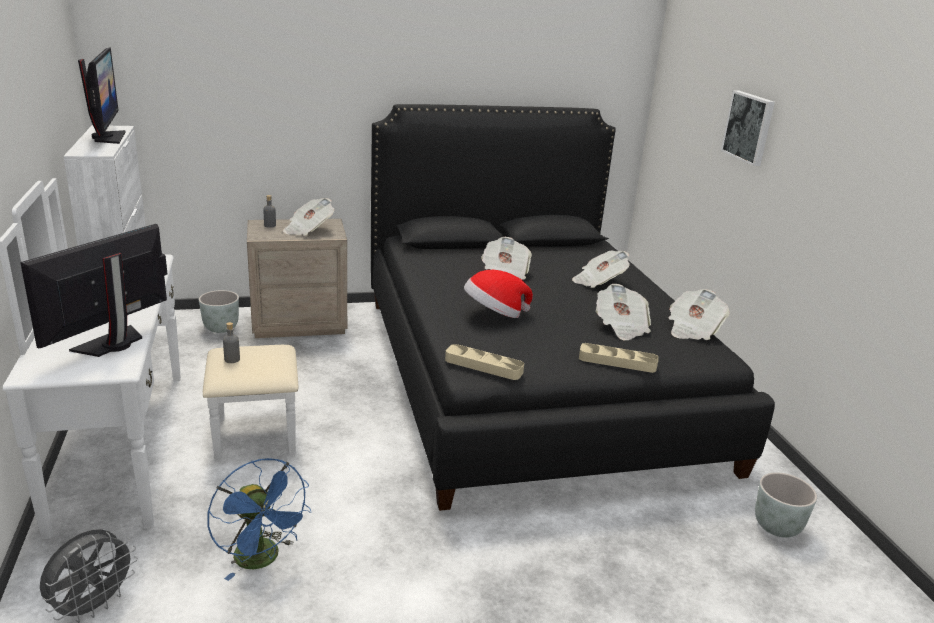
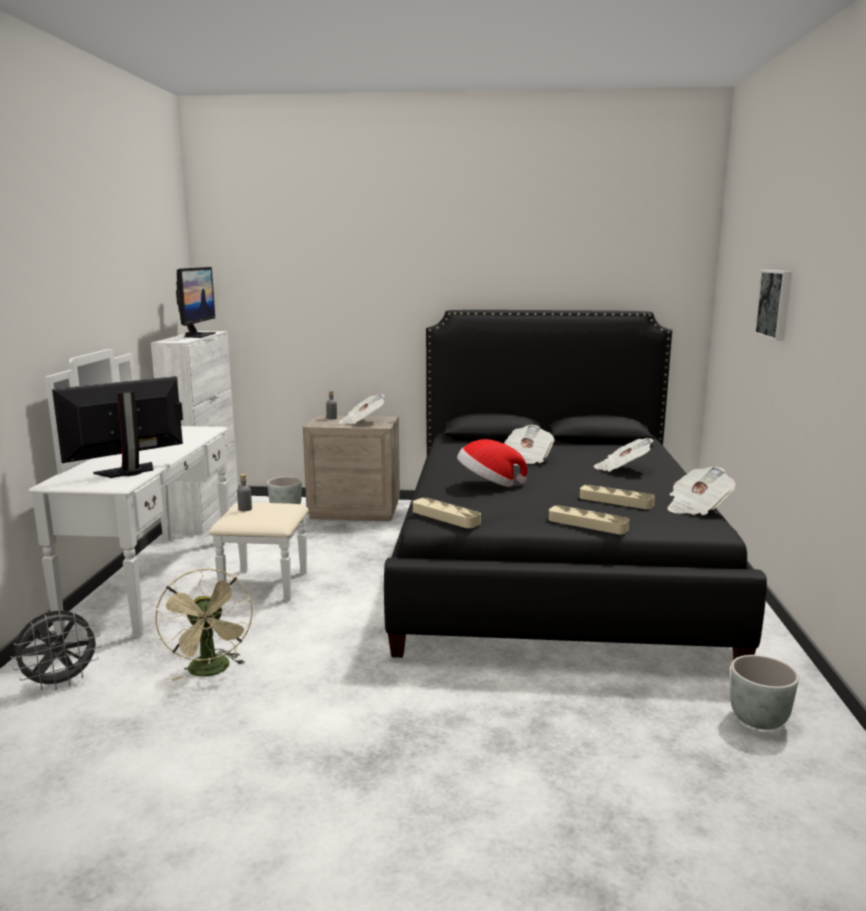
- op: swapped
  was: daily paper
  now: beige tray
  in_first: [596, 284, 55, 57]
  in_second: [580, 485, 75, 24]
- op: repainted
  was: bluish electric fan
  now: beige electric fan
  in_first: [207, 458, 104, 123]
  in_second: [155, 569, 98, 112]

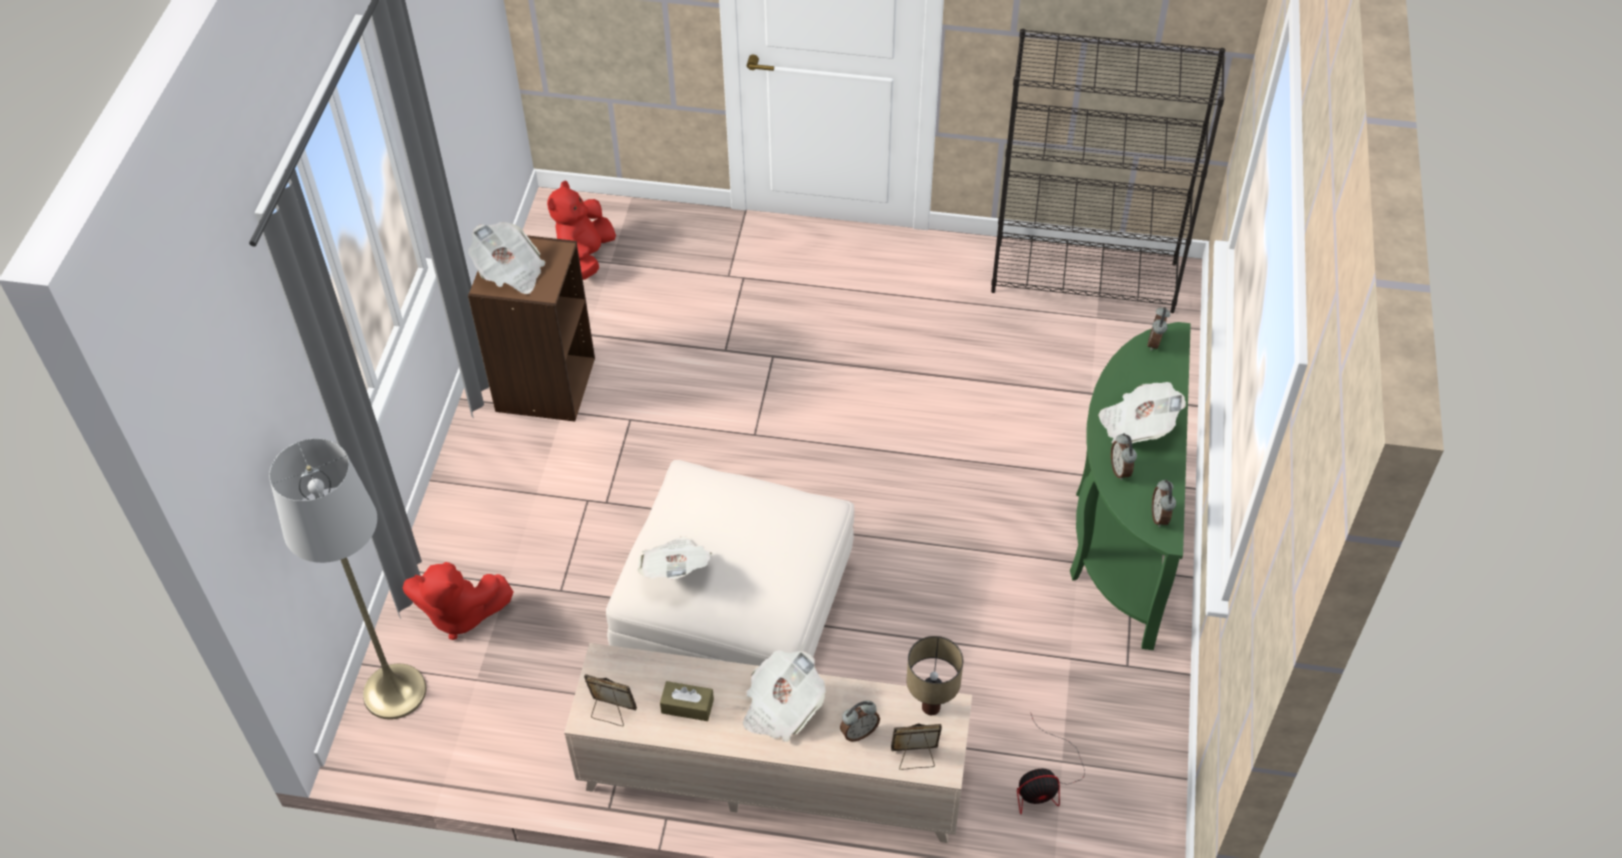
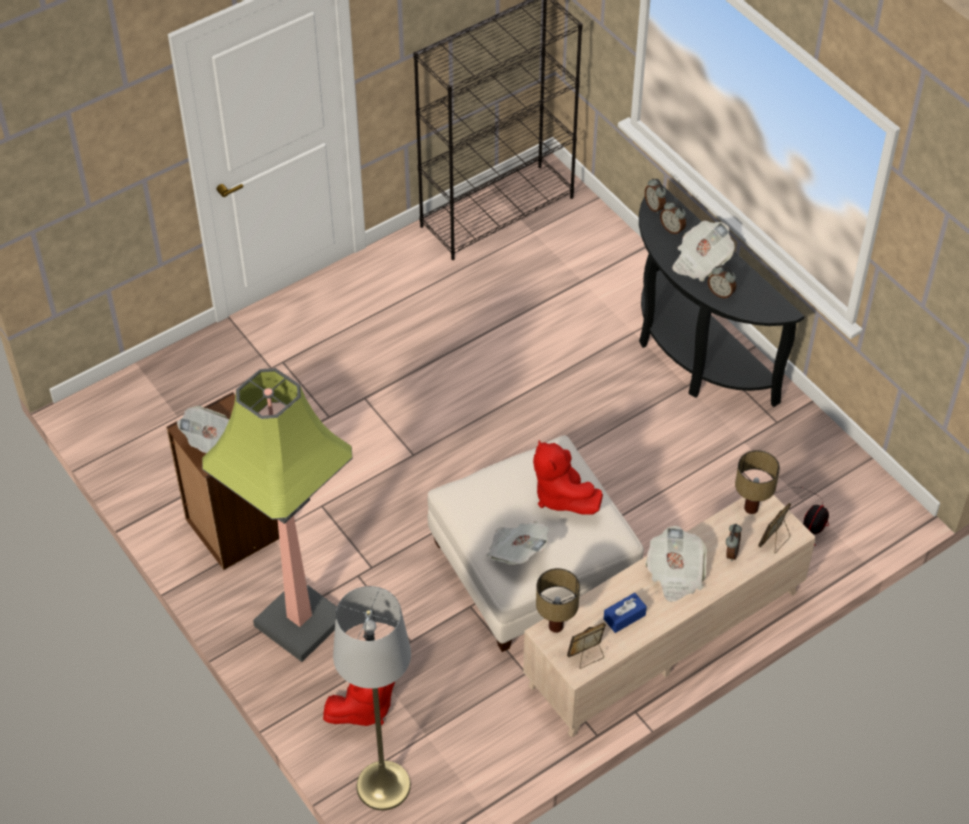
- op: shifted
  was: red soft toy
  in_first: [547, 180, 69, 100]
  in_second: [533, 440, 70, 75]
- op: repainted
  was: green-coloured hall table
  now: black hall table
  in_first: [1070, 322, 121, 328]
  in_second: [639, 184, 166, 223]
- op: shifted
  was: table clock
  in_first: [1152, 479, 24, 48]
  in_second: [660, 201, 26, 34]
- op: repainted
  was: brownish tissue holder
  now: bluish tissue holder
  in_first: [660, 681, 54, 40]
  in_second: [604, 593, 43, 40]
- op: new
  now: standard lamp
  in_second: [202, 368, 151, 294]
- op: new
  now: table lamp
  in_second: [536, 568, 44, 65]

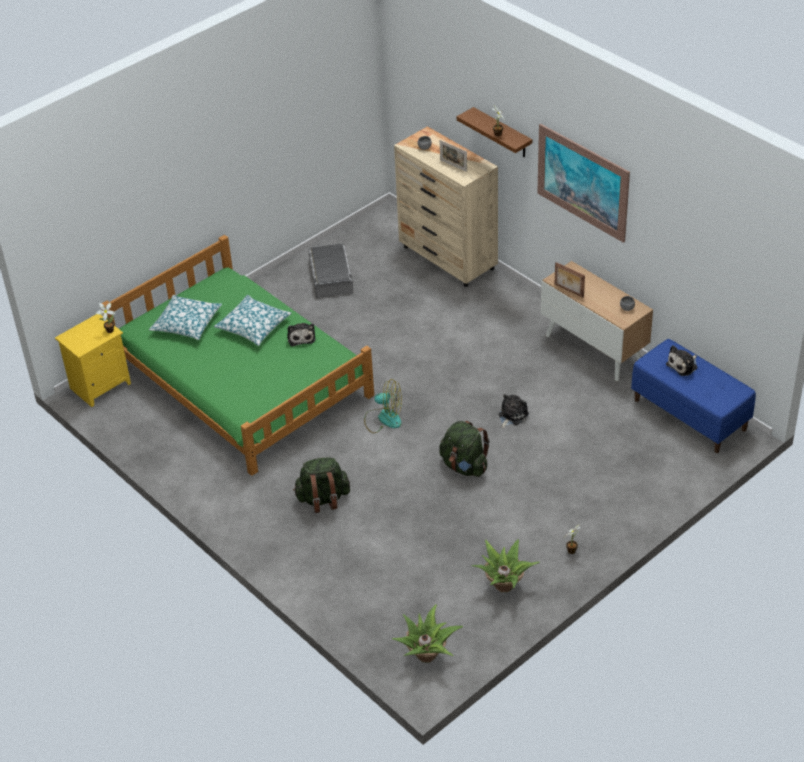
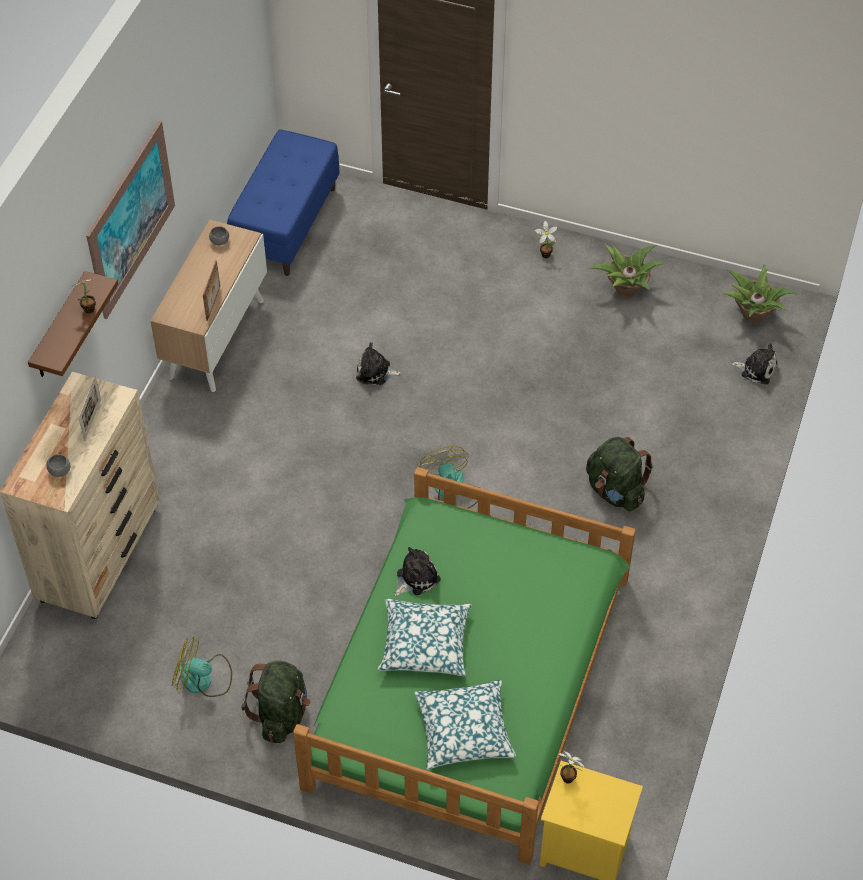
- op: swapped
  was: grey storage bin
  now: electric fan
  in_first: [308, 244, 45, 54]
  in_second: [172, 636, 60, 61]
- op: shifted
  was: soft toy
  in_first: [666, 345, 31, 31]
  in_second: [731, 343, 46, 41]
- op: shifted
  was: green-coloured backpack
  in_first: [439, 421, 51, 56]
  in_second: [242, 661, 69, 82]

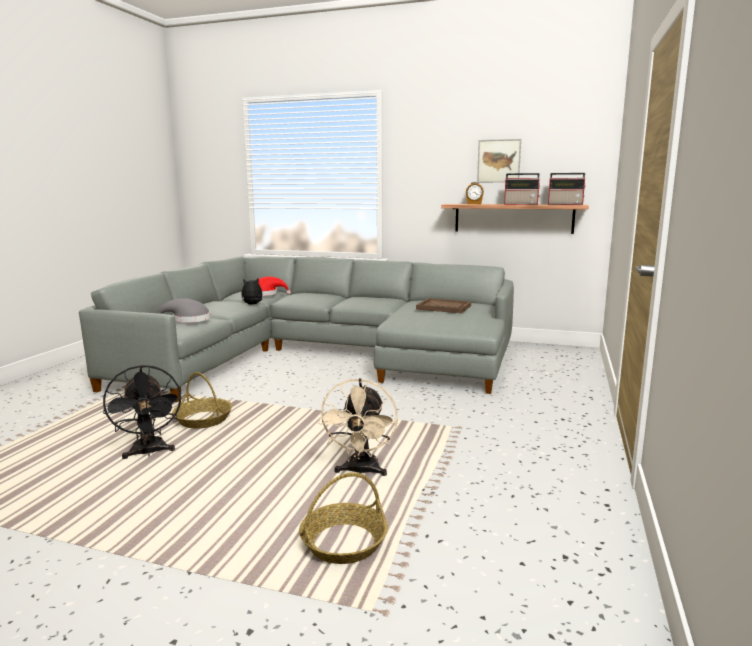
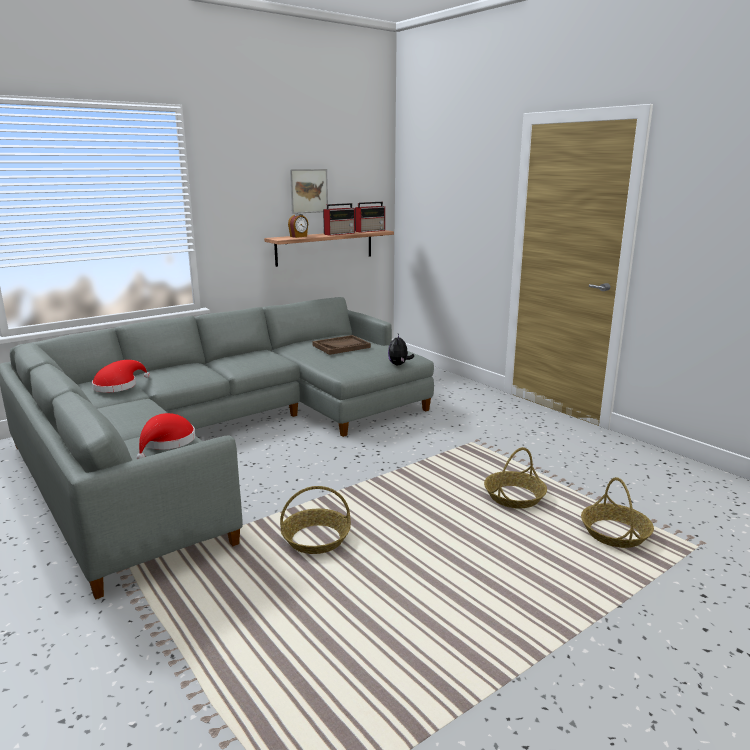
- op: shifted
  was: soft toy
  in_first: [241, 278, 21, 27]
  in_second: [388, 334, 26, 31]
- op: repainted
  was: grey clothing hat
  now: red clothing hat
  in_first: [157, 298, 53, 25]
  in_second: [136, 413, 59, 46]
- op: gone
  was: black electric fan
  in_first: [103, 365, 78, 94]
- op: swapped
  was: beige electric fan
  now: basket
  in_first: [318, 378, 80, 98]
  in_second: [484, 447, 63, 61]

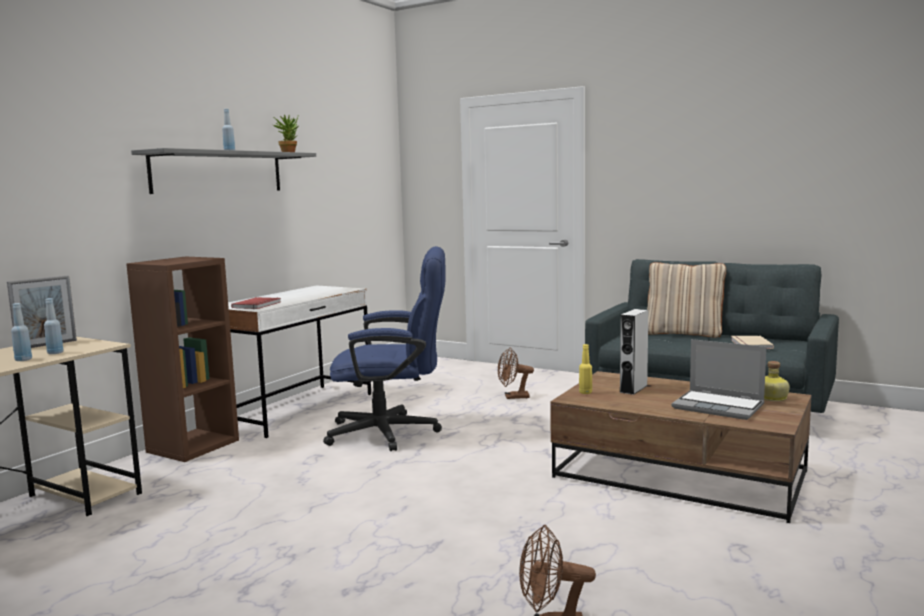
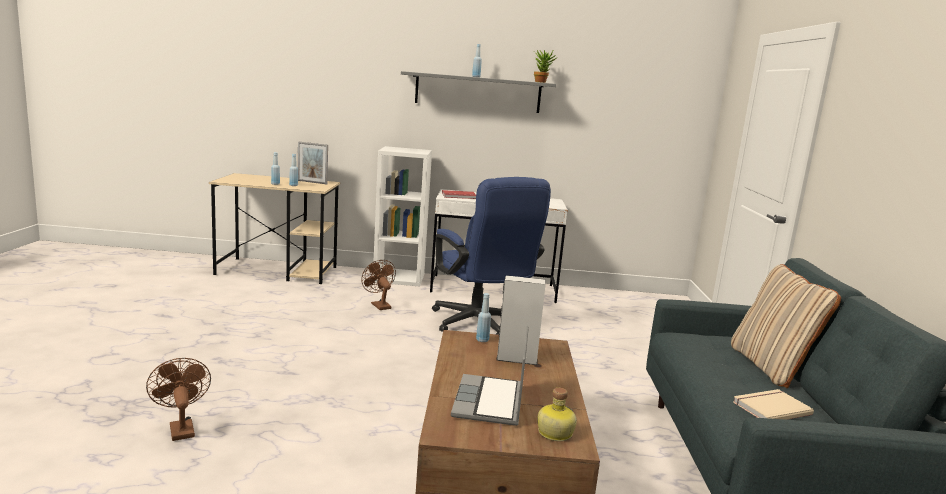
- op: repainted
  was: brownish bookcase
  now: whitish bookcase
  in_first: [126, 257, 113, 205]
  in_second: [373, 146, 59, 141]
- op: repainted
  was: yellow-coloured drink bottle
  now: bluish drink bottle
  in_first: [579, 344, 13, 50]
  in_second: [476, 293, 15, 49]
- op: shifted
  was: brownish electric fan
  in_first: [498, 347, 36, 52]
  in_second: [361, 260, 35, 50]

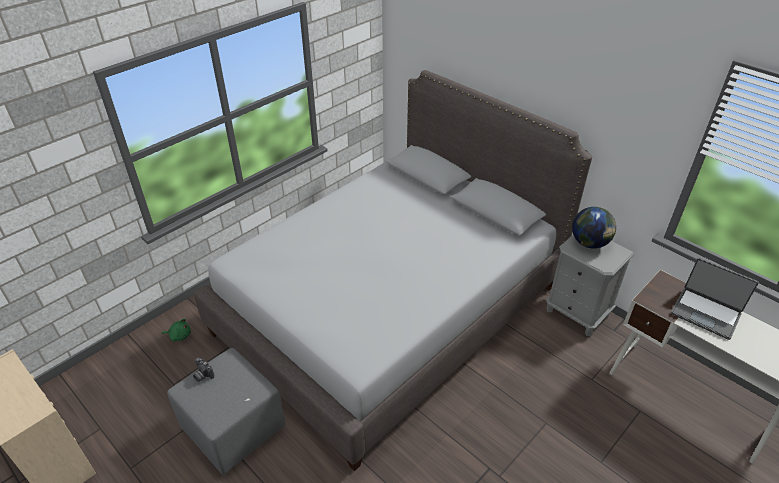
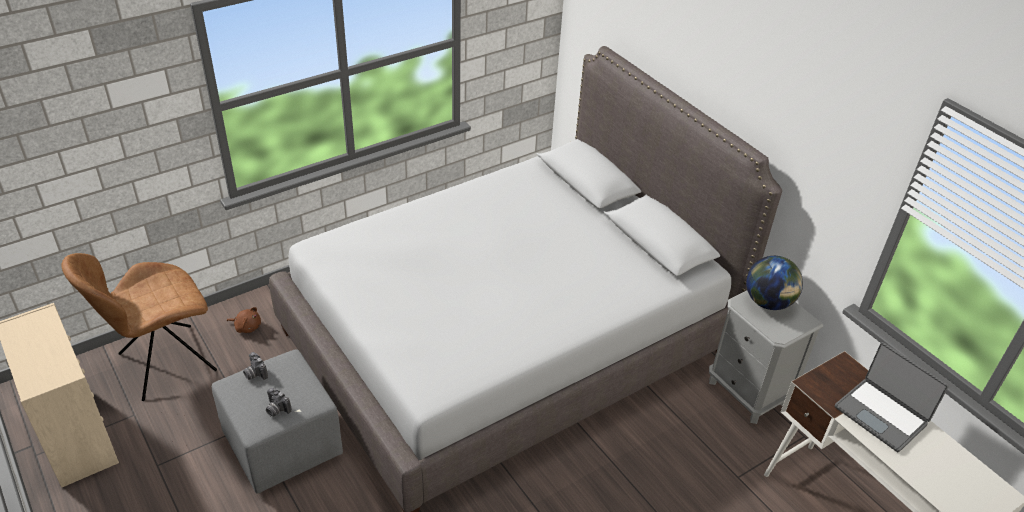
- op: repainted
  was: green-coloured soft toy
  now: brownish soft toy
  in_first: [162, 319, 29, 23]
  in_second: [227, 307, 34, 26]
- op: new
  now: brownish chair
  in_second: [61, 253, 156, 148]
- op: new
  now: still camera
  in_second: [266, 388, 26, 29]

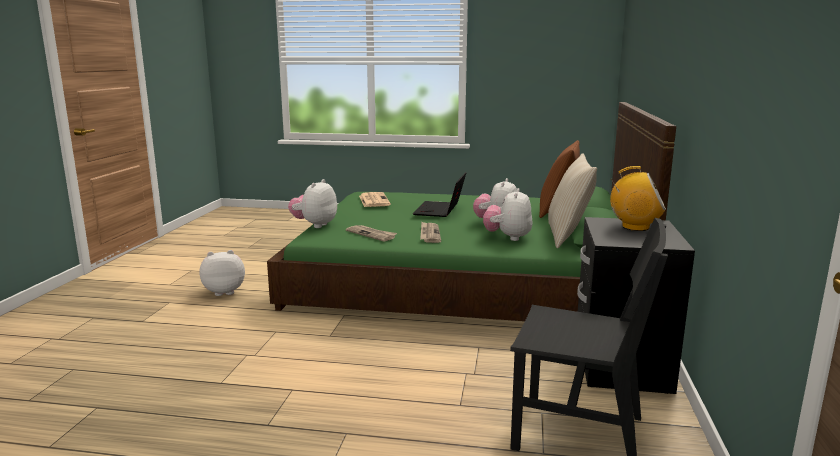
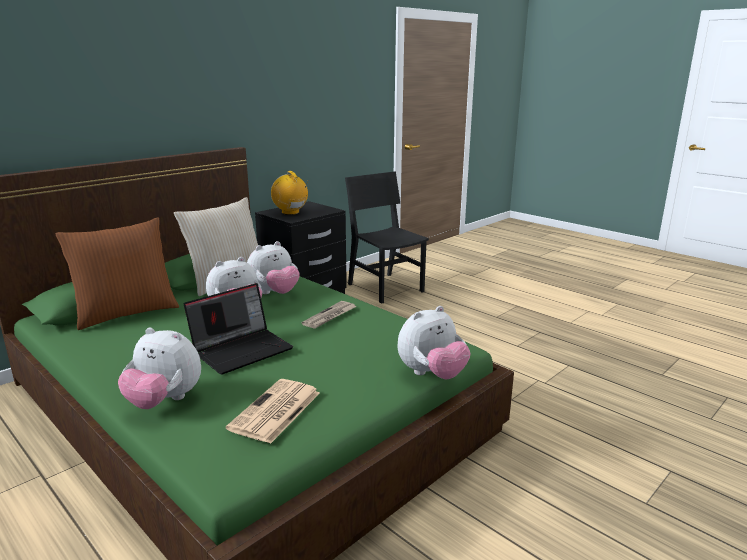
- op: gone
  was: daily paper
  in_first: [346, 225, 51, 17]
- op: shifted
  was: soft toy
  in_first: [199, 250, 46, 46]
  in_second: [118, 328, 83, 81]

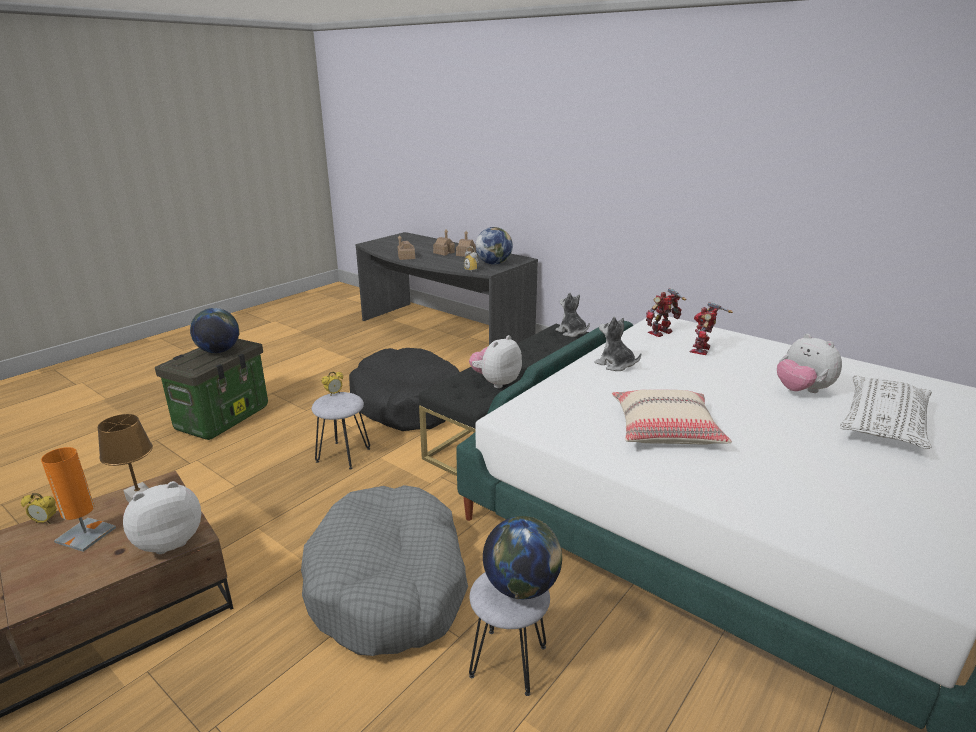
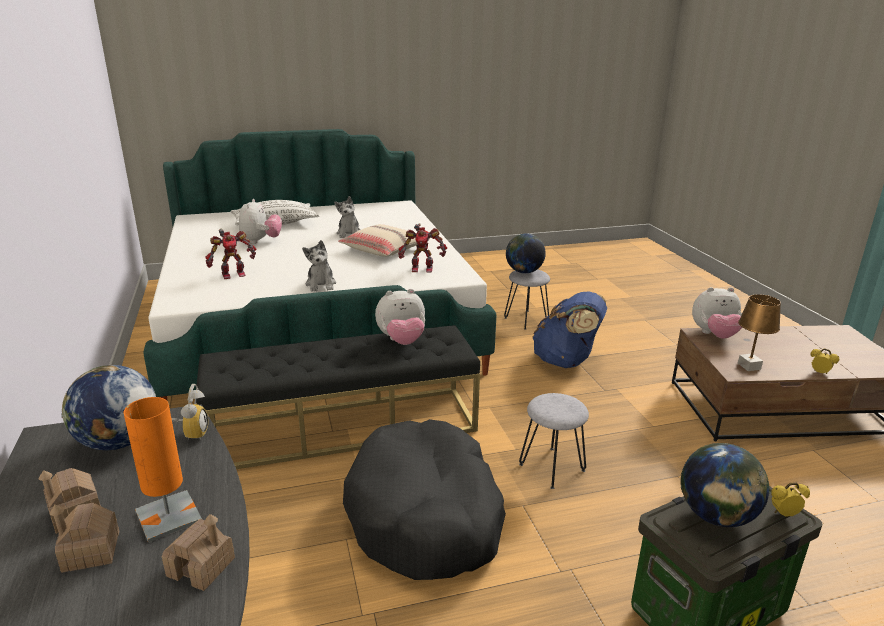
- op: shifted
  was: robot figure
  in_first: [646, 288, 40, 49]
  in_second: [398, 223, 49, 49]
- op: shifted
  was: soft toy
  in_first: [555, 292, 35, 45]
  in_second: [334, 196, 26, 42]
- op: shifted
  was: table clock
  in_first: [321, 371, 22, 25]
  in_second: [771, 483, 39, 34]
- op: shifted
  was: orangey table lamp
  in_first: [41, 447, 75, 105]
  in_second: [123, 397, 79, 145]
- op: swapped
  was: grey dog bed
  now: bluish backpack
  in_first: [301, 485, 167, 171]
  in_second: [532, 292, 75, 76]

